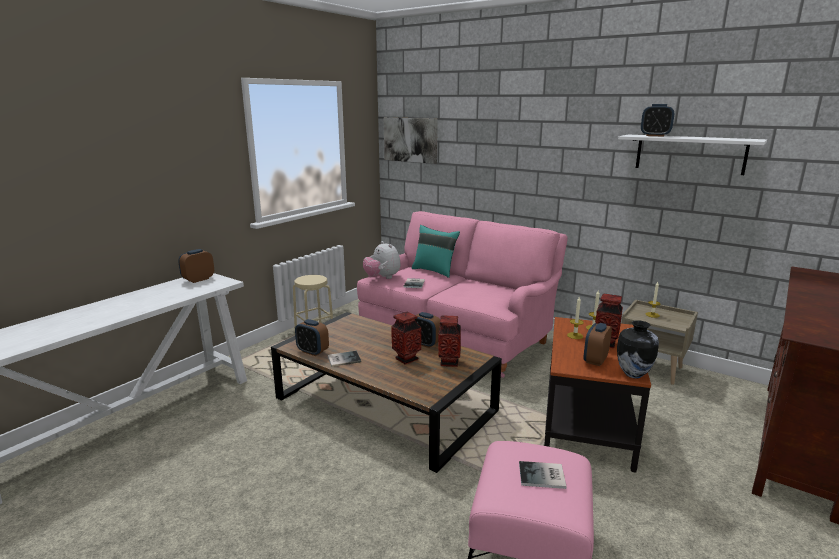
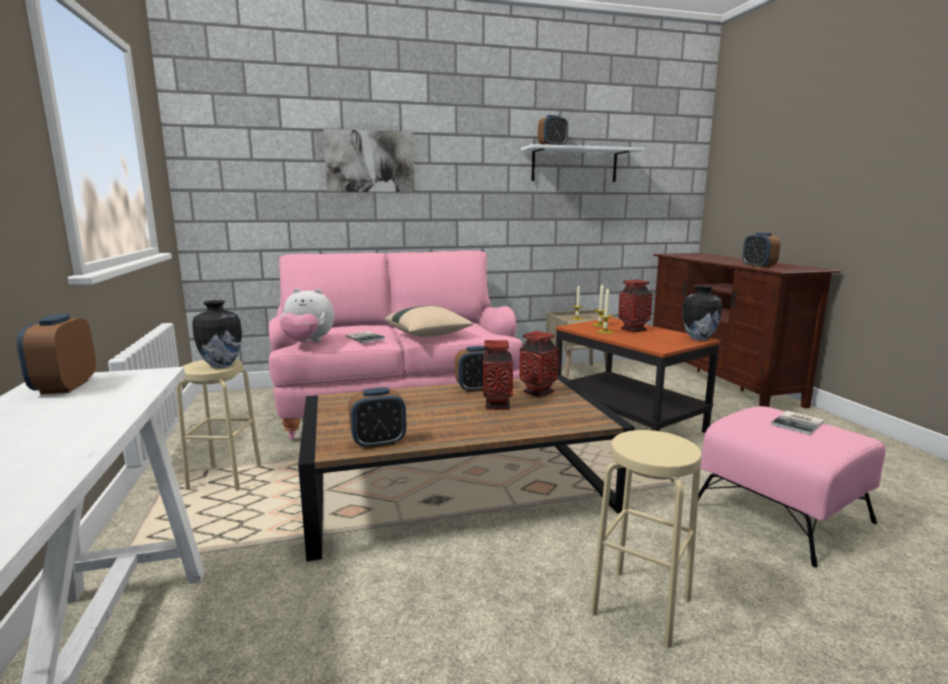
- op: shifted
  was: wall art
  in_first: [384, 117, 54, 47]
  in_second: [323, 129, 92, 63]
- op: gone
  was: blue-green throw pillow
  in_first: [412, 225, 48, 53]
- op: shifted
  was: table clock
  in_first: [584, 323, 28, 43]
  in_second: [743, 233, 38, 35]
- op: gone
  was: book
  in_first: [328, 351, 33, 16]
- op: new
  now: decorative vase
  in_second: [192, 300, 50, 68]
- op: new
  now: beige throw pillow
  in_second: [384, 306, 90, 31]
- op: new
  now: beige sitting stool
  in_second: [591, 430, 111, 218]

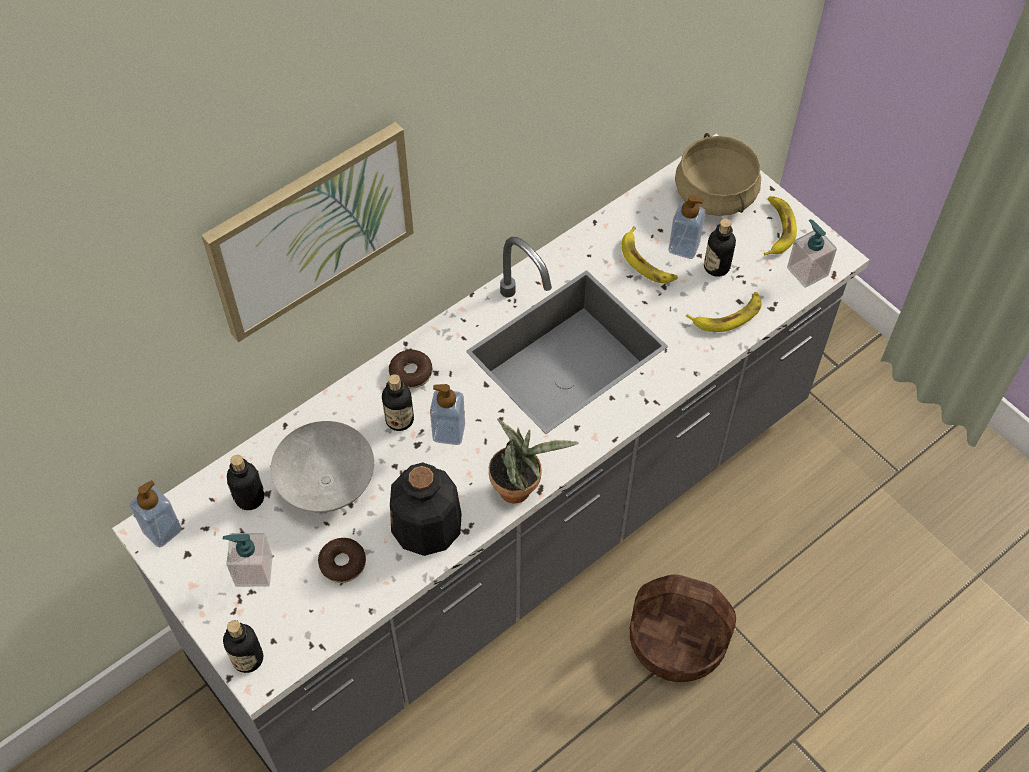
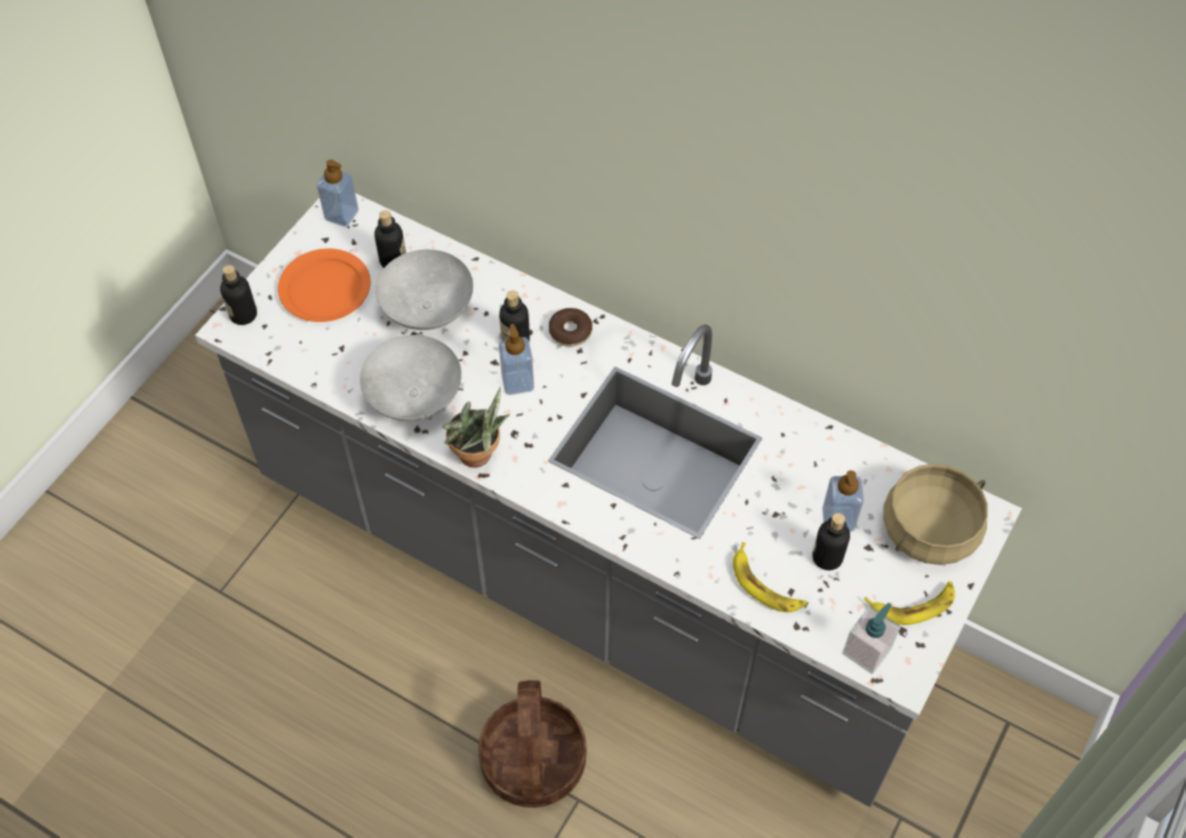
- op: gone
  was: wall art
  in_first: [201, 122, 213, 220]
- op: gone
  was: whole banana
  in_first: [622, 226, 56, 57]
- op: swapped
  was: drink bottle
  now: grey bowl
  in_first: [390, 463, 72, 93]
  in_second: [360, 335, 102, 86]
- op: swapped
  was: soap bottle
  now: orangey dinner plate
  in_first: [223, 533, 50, 54]
  in_second: [278, 248, 93, 74]
- op: gone
  was: doughnut
  in_first: [318, 538, 48, 45]

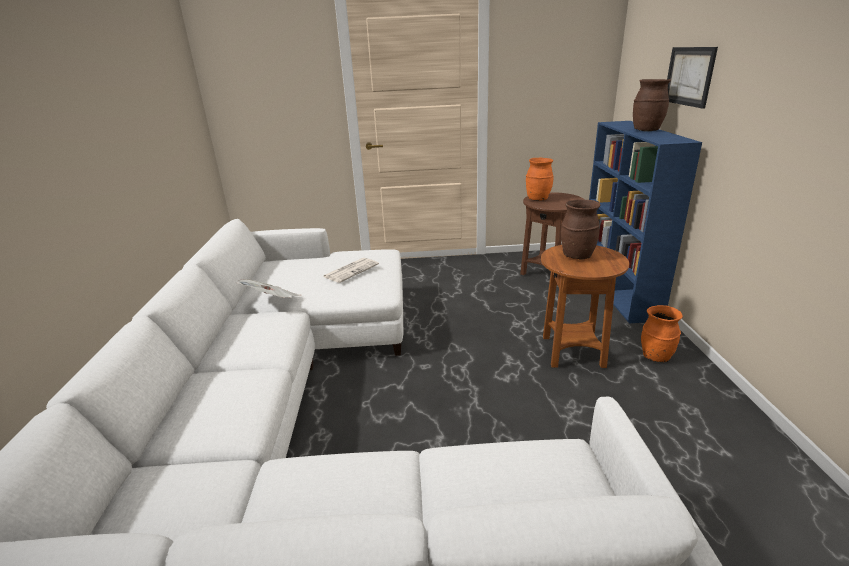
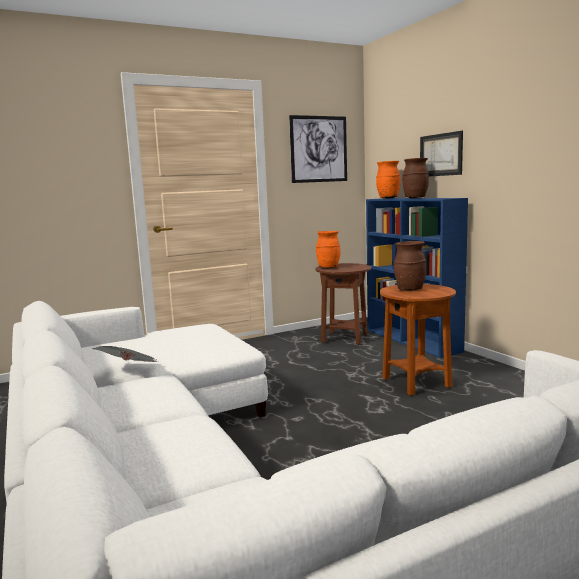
- op: gone
  was: daily paper
  in_first: [323, 258, 56, 25]
- op: shifted
  was: orangey decorative vase
  in_first: [641, 305, 42, 57]
  in_second: [376, 161, 25, 37]
- op: new
  now: wall art
  in_second: [289, 115, 58, 68]

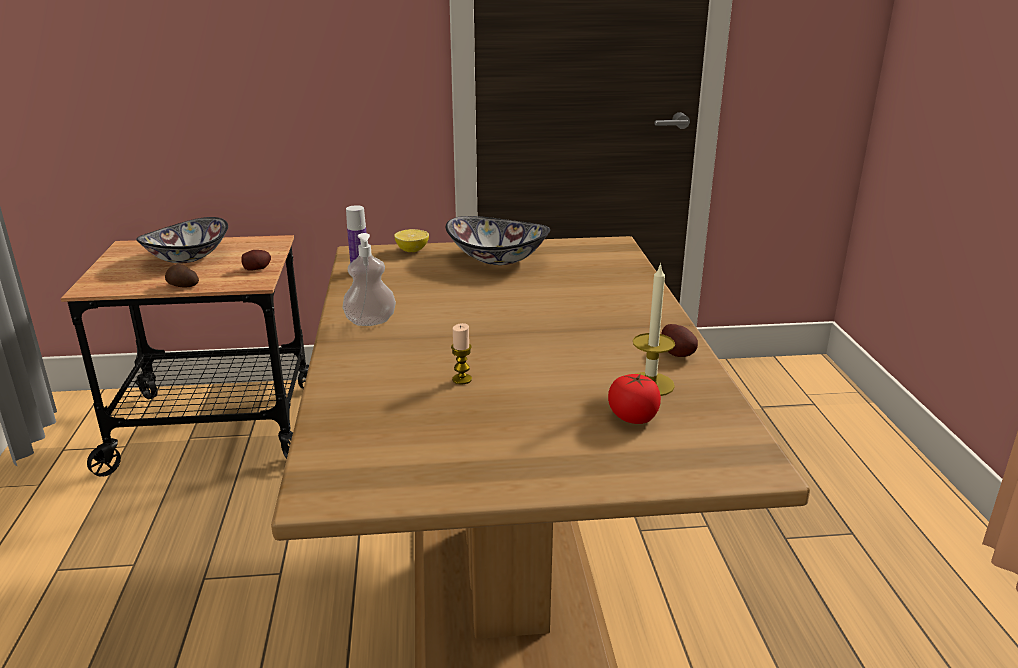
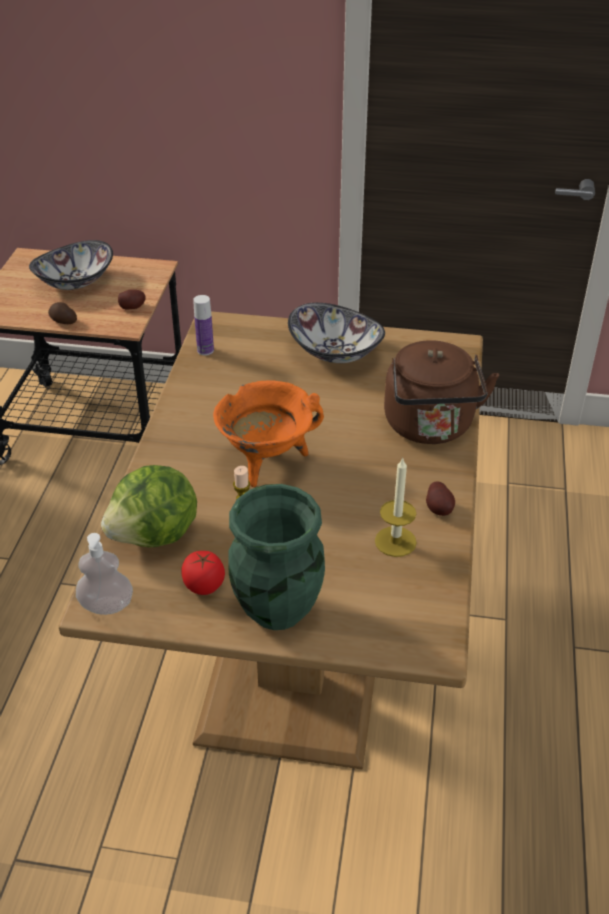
- op: gone
  was: citrus fruit
  in_first: [394, 229, 35, 23]
- op: shifted
  was: soap bottle
  in_first: [342, 233, 54, 93]
  in_second: [76, 533, 57, 82]
- op: shifted
  was: whole tomato
  in_first: [608, 373, 53, 51]
  in_second: [181, 551, 44, 44]
- op: new
  now: brownish tea kettle
  in_second: [384, 340, 115, 104]
- op: new
  now: orangey cooking pot
  in_second: [213, 380, 111, 107]
- op: new
  now: lettuce head
  in_second: [101, 465, 96, 82]
- op: new
  now: green-coloured decorative vase
  in_second: [228, 484, 97, 146]

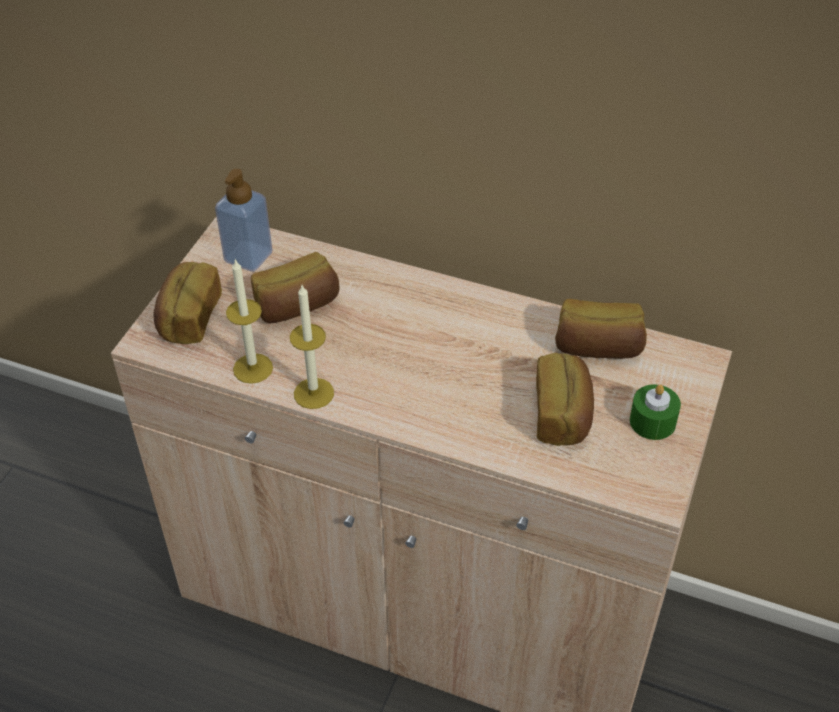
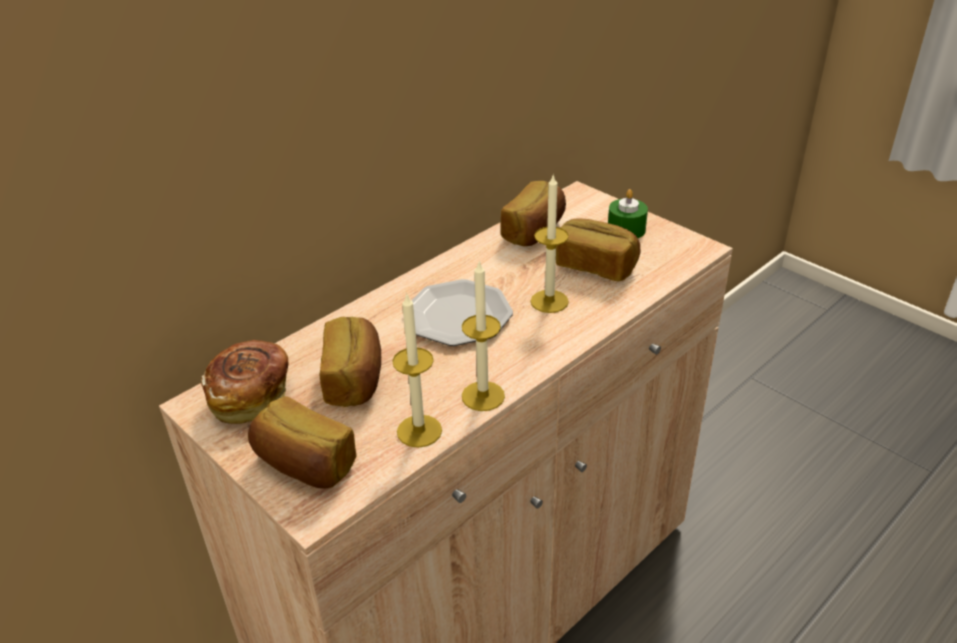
- op: swapped
  was: soap bottle
  now: baked bread
  in_first: [215, 169, 57, 103]
  in_second: [201, 340, 87, 84]
- op: new
  now: candle
  in_second: [530, 173, 39, 140]
- op: new
  now: dinner plate
  in_second: [411, 279, 102, 67]

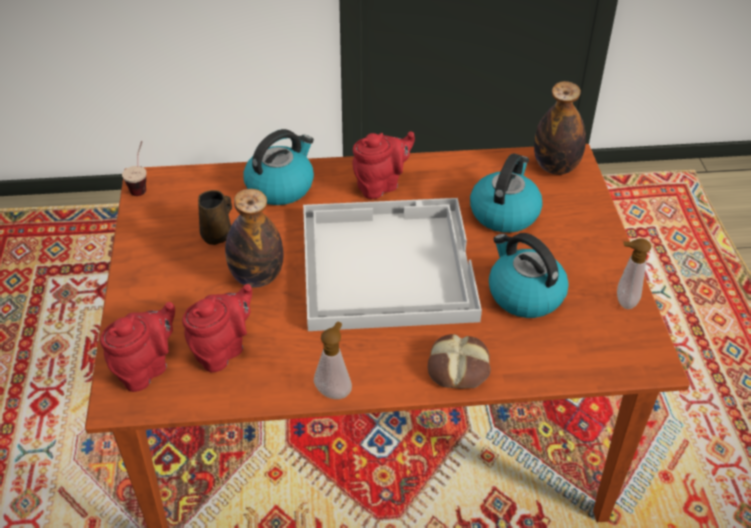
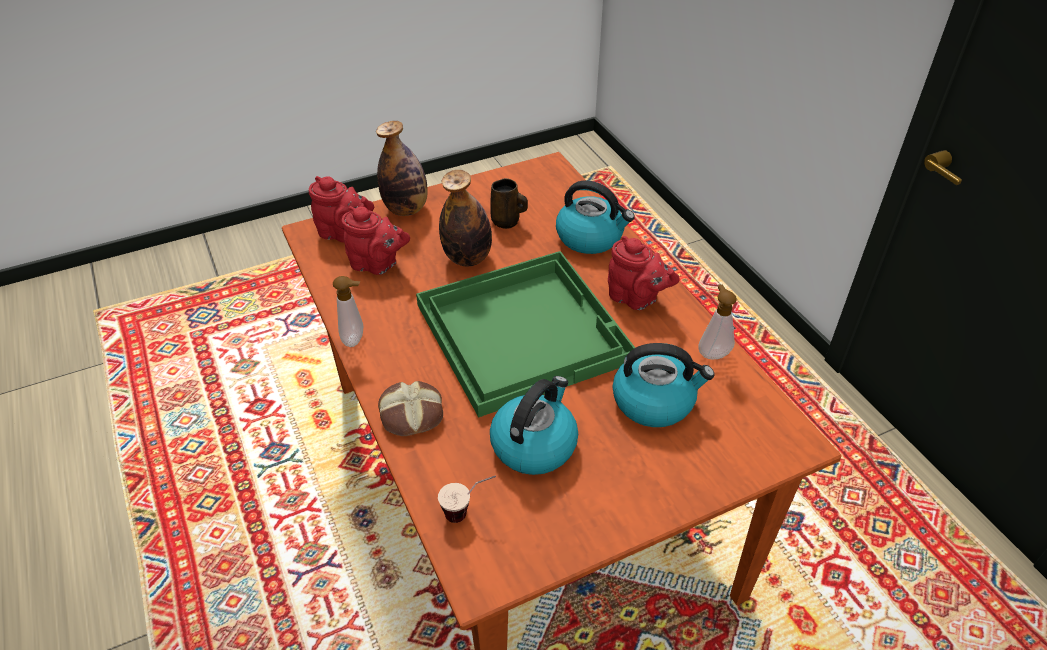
- op: shifted
  was: drink bottle
  in_first: [534, 81, 52, 94]
  in_second: [376, 121, 51, 95]
- op: shifted
  was: small cup
  in_first: [122, 141, 25, 55]
  in_second: [438, 475, 58, 48]
- op: repainted
  was: whitish tray
  now: green-coloured tray
  in_first: [303, 198, 179, 133]
  in_second: [416, 251, 219, 167]
- op: shifted
  was: soap bottle
  in_first: [617, 238, 35, 71]
  in_second: [698, 285, 39, 74]

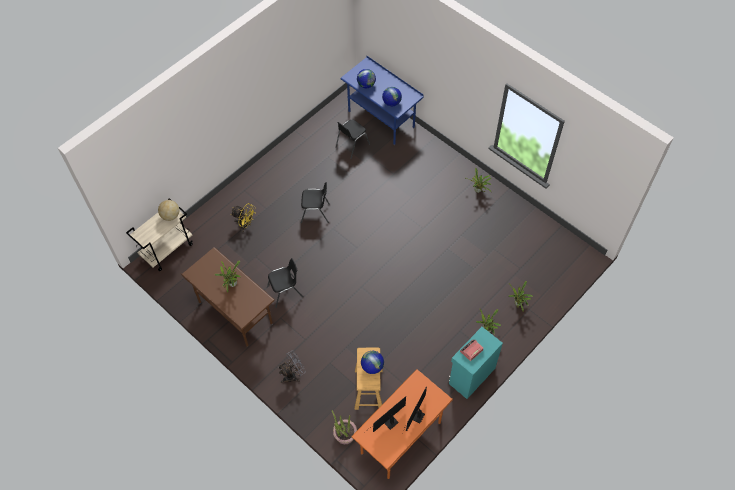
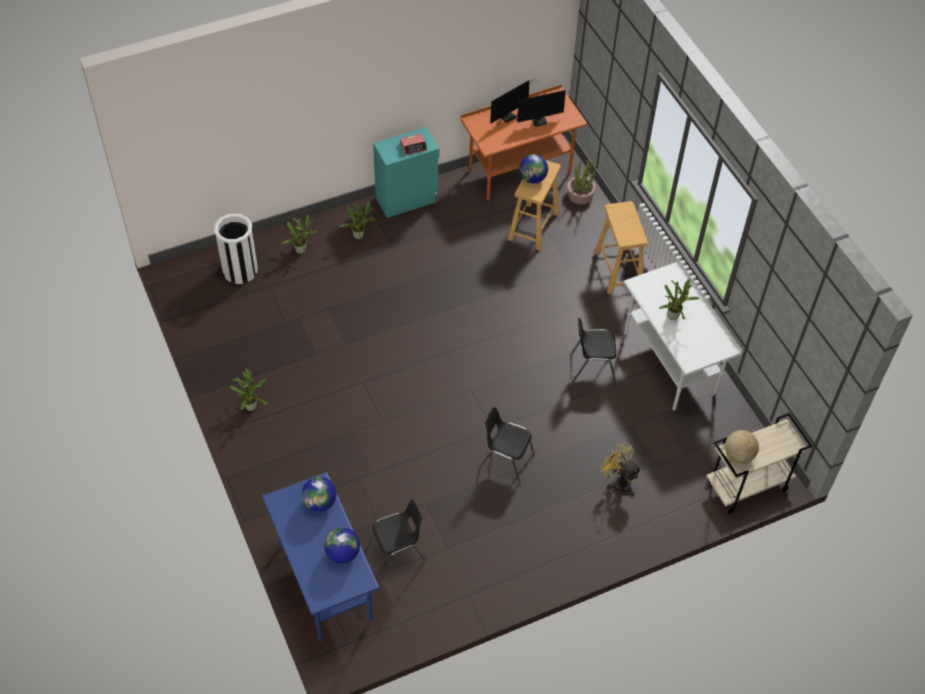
- op: repainted
  was: brownish desk unit
  now: whitish desk unit
  in_first: [181, 247, 94, 100]
  in_second: [624, 259, 118, 152]
- op: swapped
  was: grey electric fan
  now: beige sitting stool
  in_first: [278, 350, 28, 33]
  in_second: [594, 201, 54, 93]
- op: new
  now: whitish trash can
  in_second: [214, 214, 44, 70]

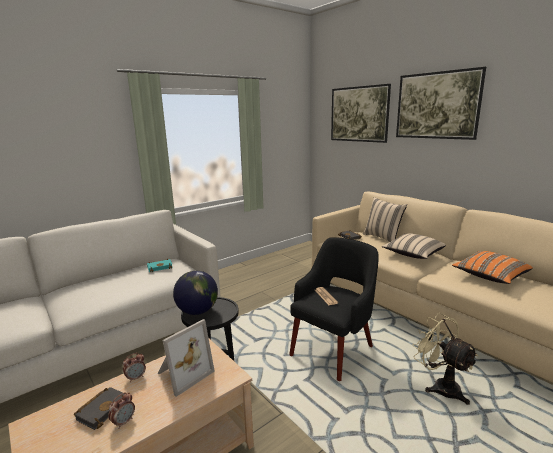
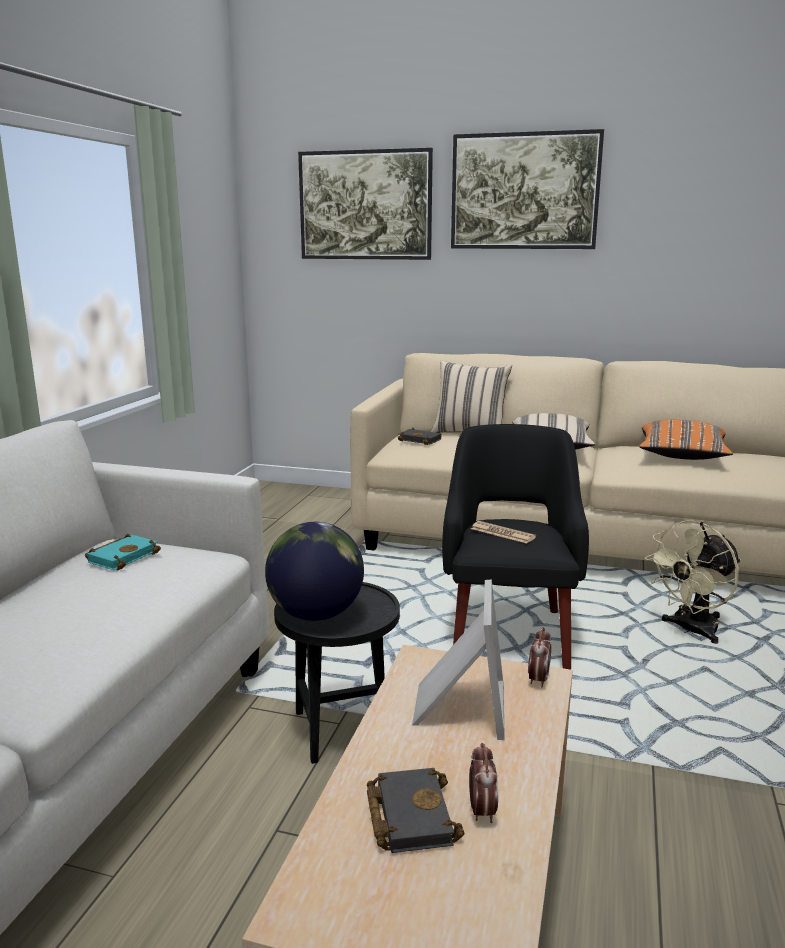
- op: rotated
  was: beige electric fan
  in_first: [413, 313, 65, 92]
  in_second: [645, 520, 96, 124]
  clockwise: -60
- op: shifted
  was: table clock
  in_first: [123, 353, 23, 29]
  in_second: [528, 627, 23, 61]

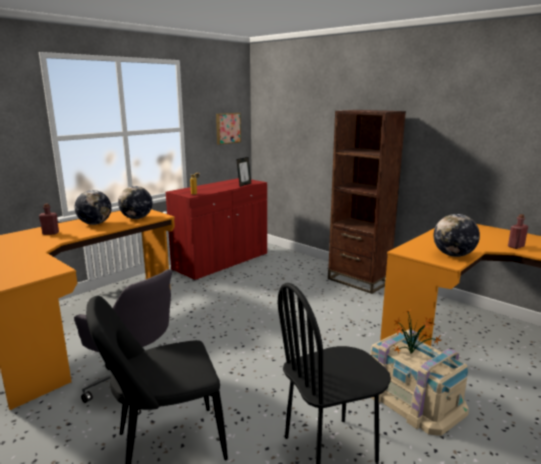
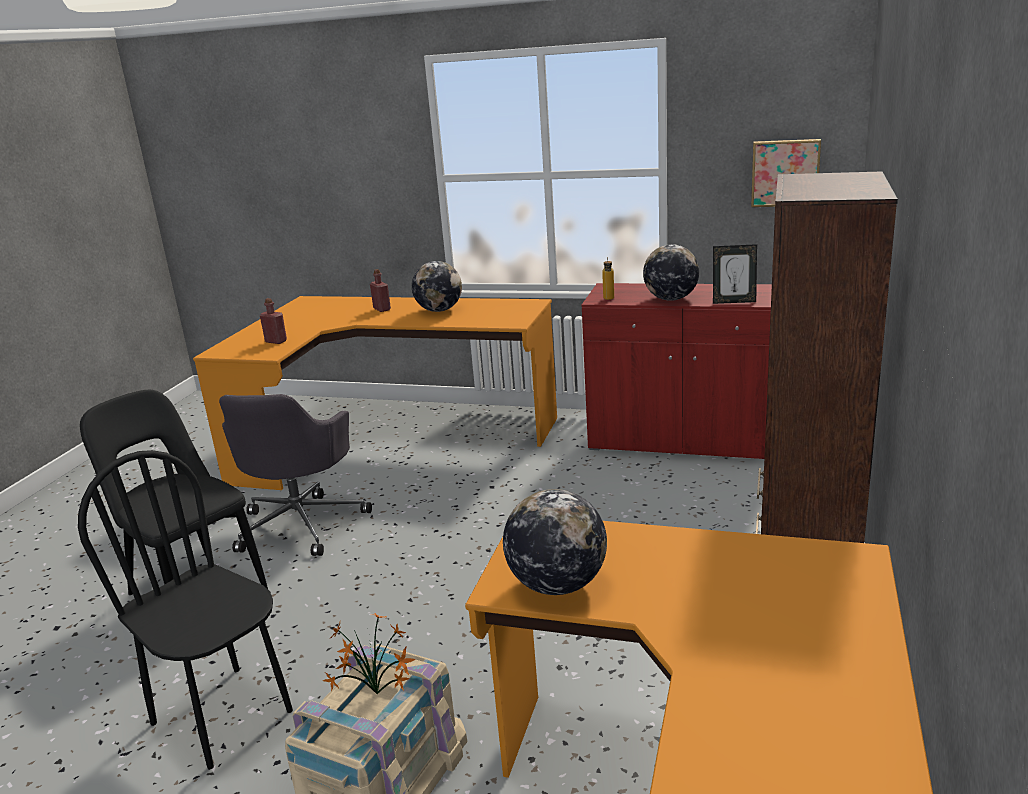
- op: shifted
  was: desk globe
  in_first: [118, 186, 35, 33]
  in_second: [643, 244, 56, 57]
- op: shifted
  was: red drink bottle
  in_first: [508, 214, 20, 35]
  in_second: [260, 298, 27, 46]

